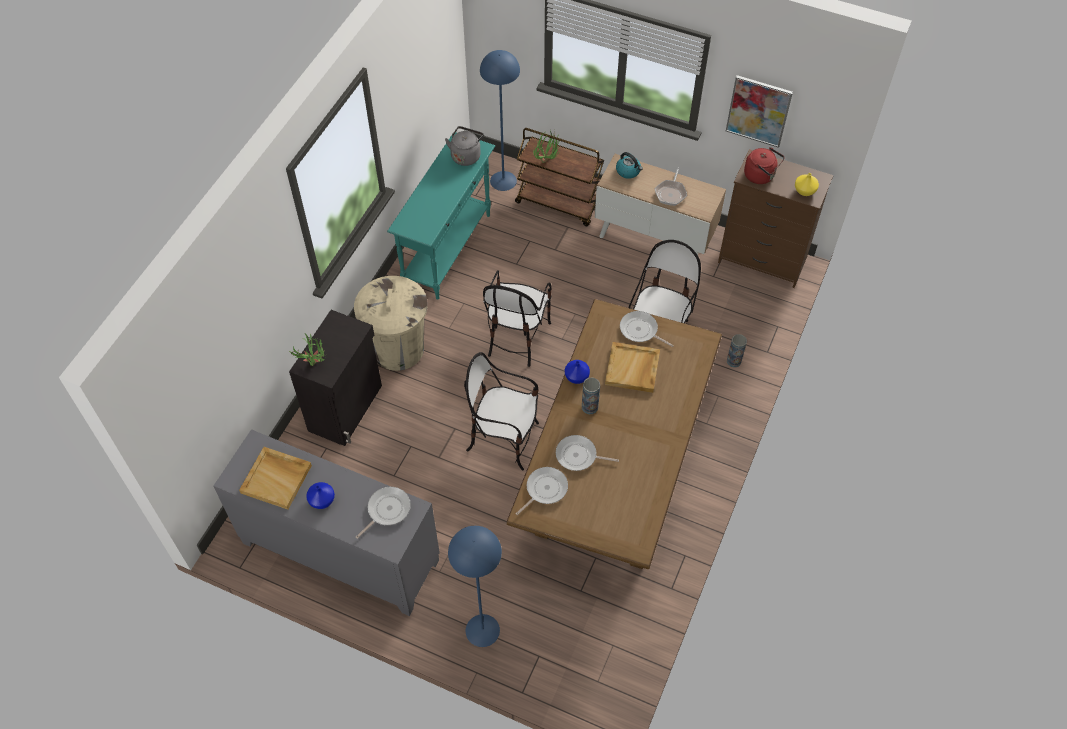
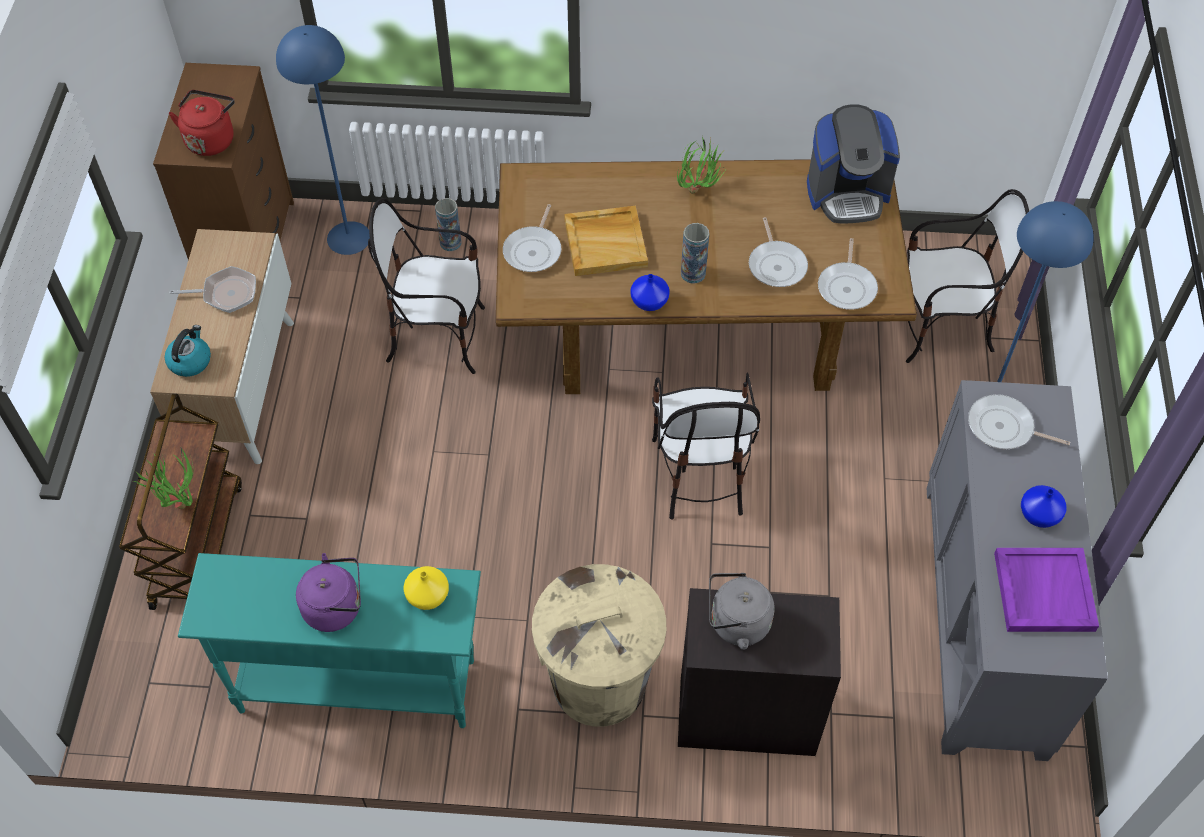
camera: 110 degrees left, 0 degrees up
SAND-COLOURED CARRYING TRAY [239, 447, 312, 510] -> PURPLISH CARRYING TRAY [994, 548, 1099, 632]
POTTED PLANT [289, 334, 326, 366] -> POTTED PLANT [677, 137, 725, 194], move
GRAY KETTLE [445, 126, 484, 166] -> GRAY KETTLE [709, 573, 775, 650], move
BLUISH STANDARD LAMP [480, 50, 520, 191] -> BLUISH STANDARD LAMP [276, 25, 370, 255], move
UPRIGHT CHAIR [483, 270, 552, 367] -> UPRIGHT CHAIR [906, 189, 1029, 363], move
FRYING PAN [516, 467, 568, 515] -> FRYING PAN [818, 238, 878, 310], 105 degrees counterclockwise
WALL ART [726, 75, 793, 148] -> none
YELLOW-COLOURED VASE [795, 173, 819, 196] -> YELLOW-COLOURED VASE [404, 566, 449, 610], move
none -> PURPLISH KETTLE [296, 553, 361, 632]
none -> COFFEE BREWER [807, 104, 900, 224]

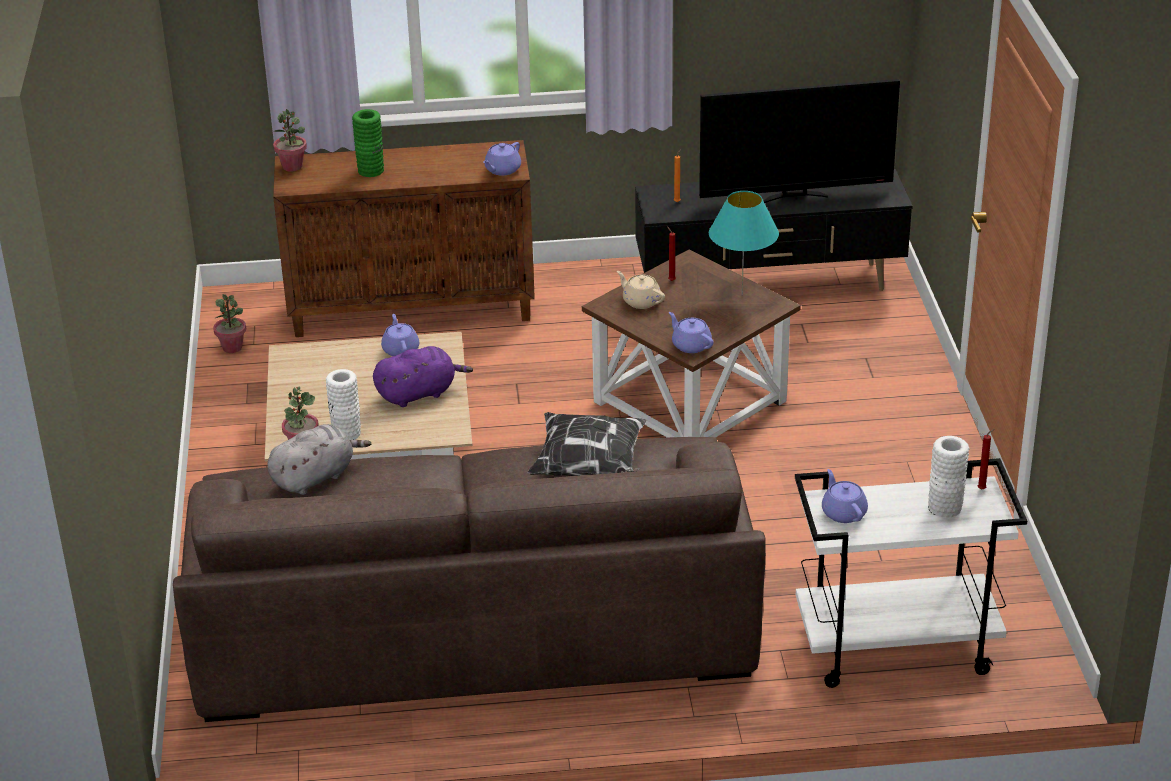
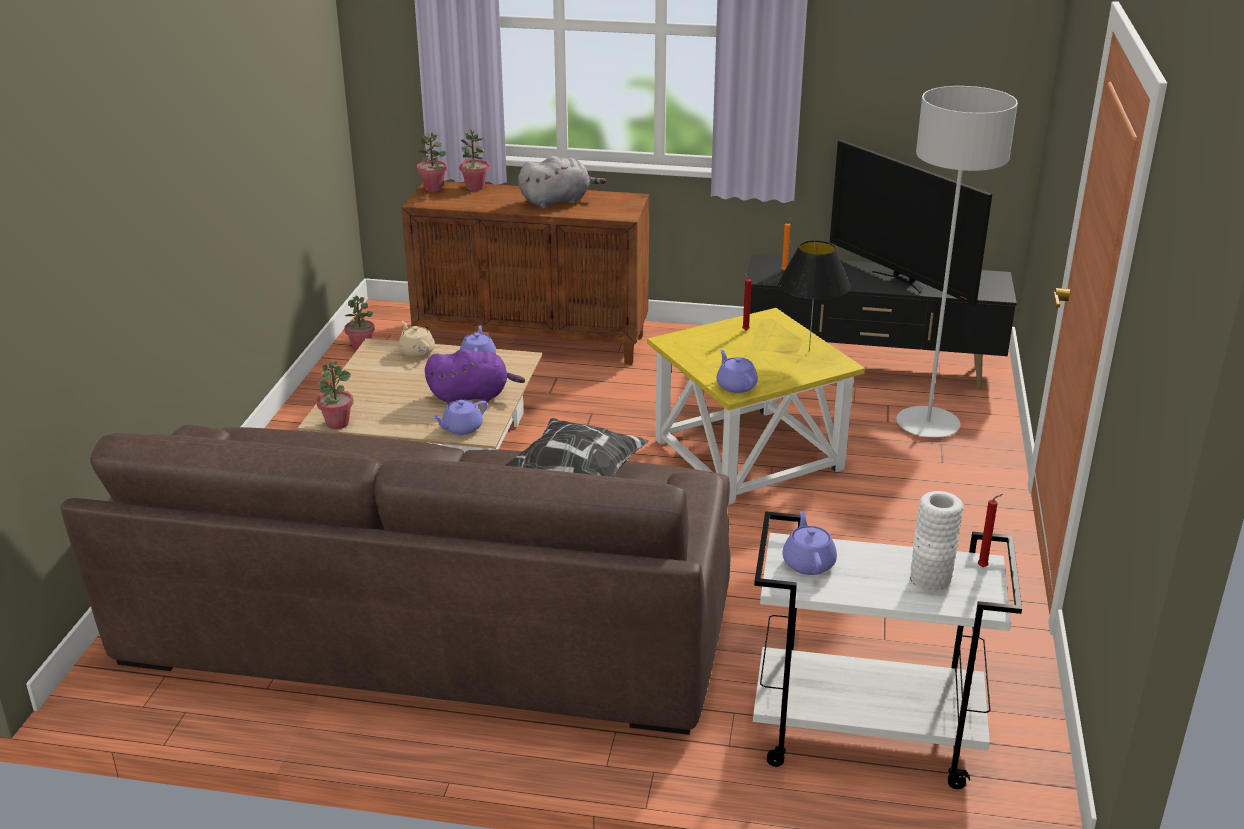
camera: 15 degrees right, 5 degrees down
GRAY PLUSH TOY [268, 424, 371, 495] -> GRAY PLUSH TOY [518, 156, 606, 209], move
WHITE VASE [326, 369, 361, 440] -> none
GREEN VASE [352, 109, 384, 177] -> none
PURPLISH TEA POT [483, 142, 521, 176] -> PURPLISH TEA POT [432, 400, 487, 435], move
BROWN SIDE TABLE [582, 250, 801, 438] -> YELLOW-COLOURED SIDE TABLE [647, 308, 865, 505]
SAND-COLOURED TEA POT [617, 271, 665, 309] -> SAND-COLOURED TEA POT [398, 321, 435, 358], move
TV [699, 79, 900, 203] -> TV [830, 140, 992, 305], 45 degrees clockwise
BLUE-GREEN TABLETOP LAMP [709, 191, 779, 296] -> BLACK-COLOURED TABLETOP LAMP [778, 240, 851, 352]
none -> POTTED PLANT [459, 129, 490, 191]
none -> GRAY STANDARD LAMP [896, 86, 1018, 438]

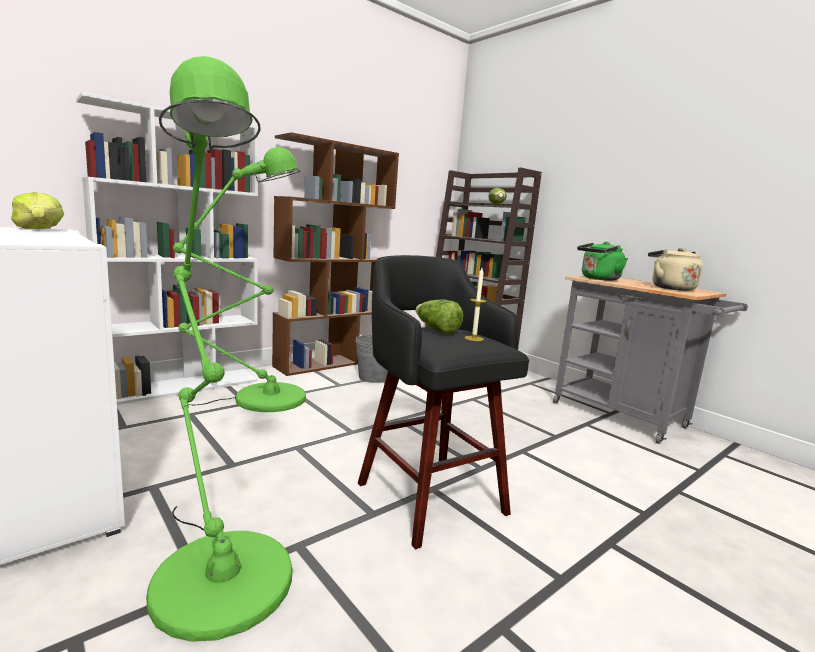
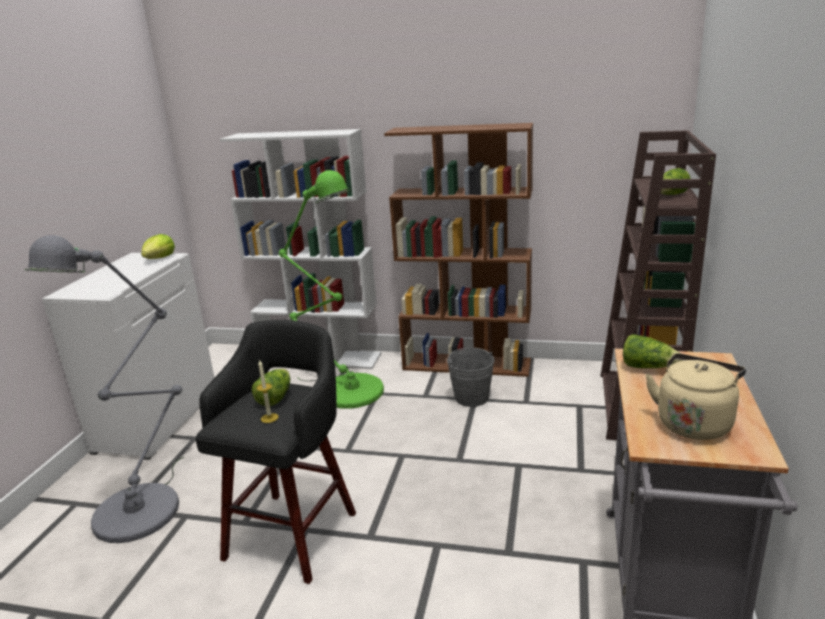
camera: 55 degrees right, 10 degrees up
GREEN STANDARD LAMP [146, 56, 293, 642] -> GRAY STANDARD LAMP [25, 235, 184, 543]
GREEN KETTLE [577, 242, 628, 281] -> LETTUCE [623, 334, 684, 368]

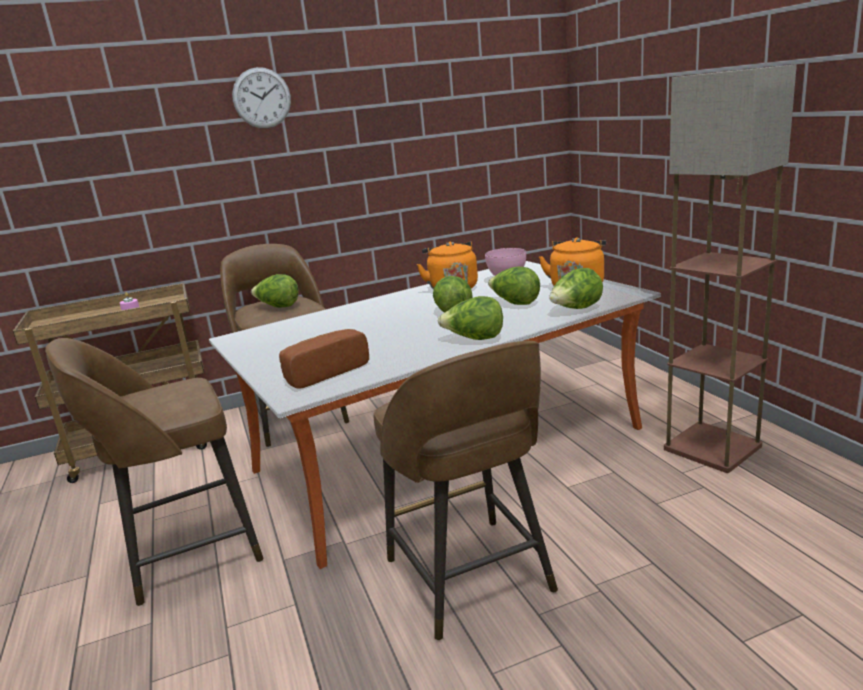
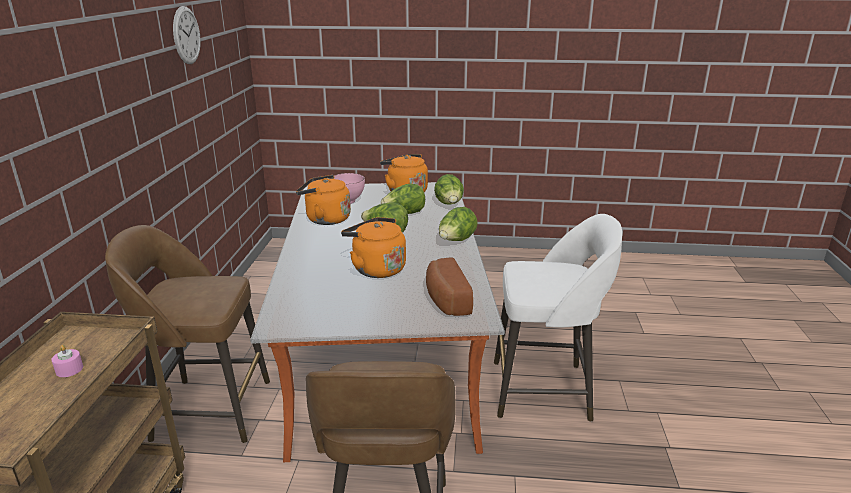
camera: 65 degrees left, 5 degrees up
WALL CLOCK [232, 67, 291, 128] -> WALL CLOCK [173, 6, 201, 64], move
LETTUCE [251, 274, 299, 308] -> none
BROWN SITTING STOOL [374, 341, 558, 640] -> WHITE SITTING STOOL [494, 214, 622, 422]
STANDARD LAMP [664, 64, 797, 473] -> none
none -> ORANGEY KETTLE [341, 217, 406, 278]

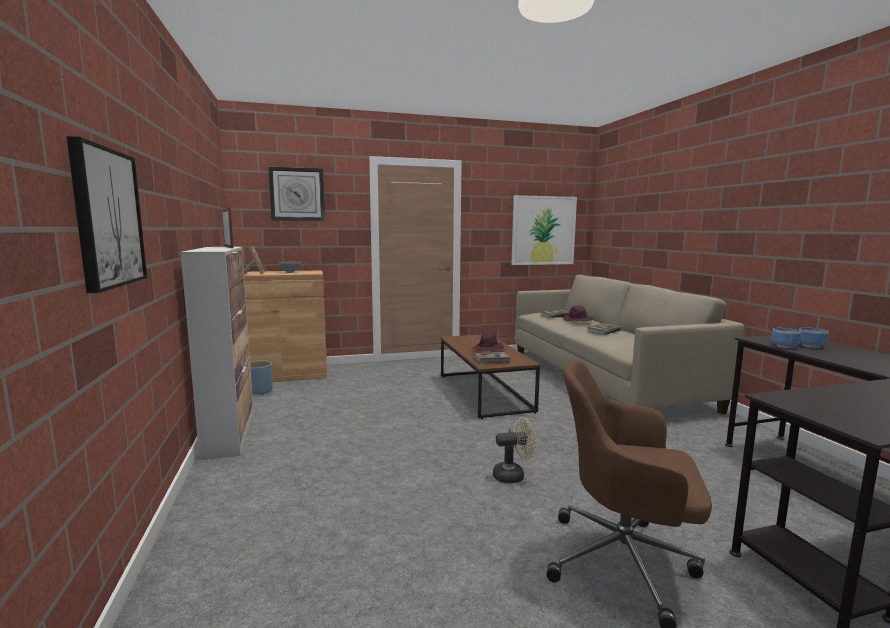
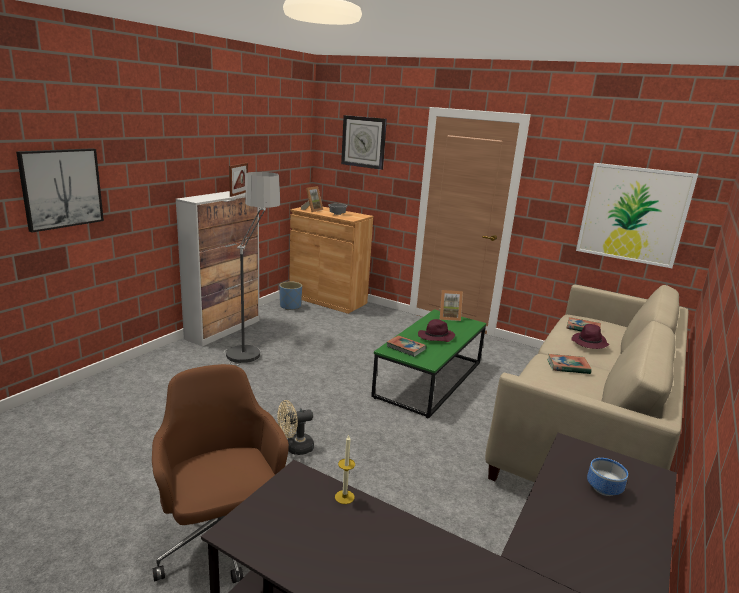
camera: 45 degrees right, 10 degrees up
BROWN COFFEE TABLE [440, 335, 540, 419] -> GREEN COFFEE TABLE [371, 309, 486, 418]
SAND-COLOURED ELECTRIC FAN [493, 417, 536, 483] -> SAND-COLOURED ELECTRIC FAN [277, 400, 314, 455], 120 degrees clockwise
BOWL [771, 328, 802, 348] -> none
none -> STANDARD LAMP [224, 172, 280, 366]
none -> WAX CANDLE [335, 435, 355, 504]
none -> STANDING FRAME [439, 290, 463, 321]

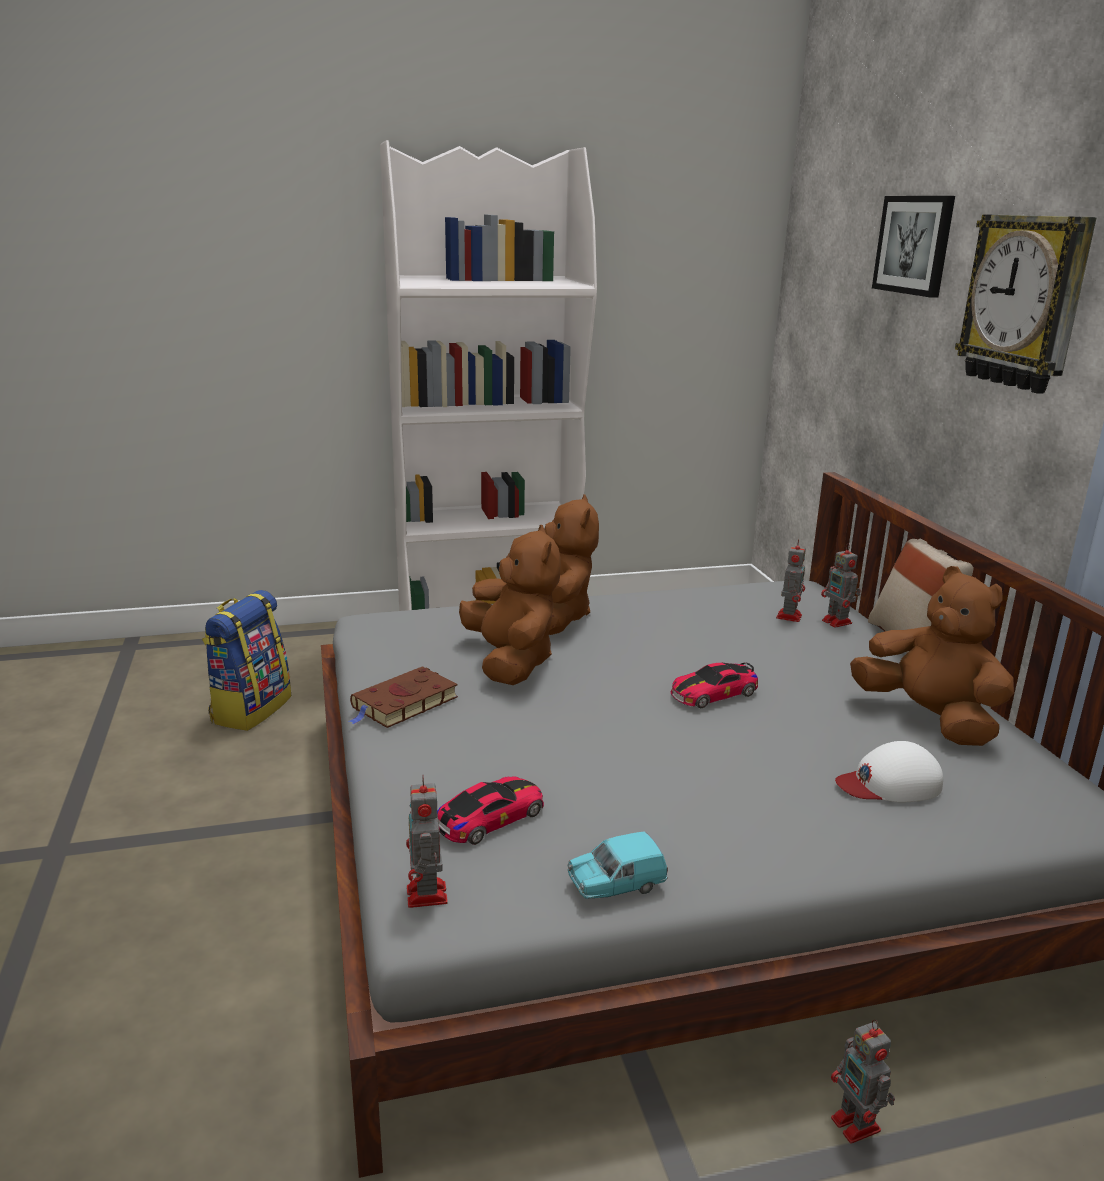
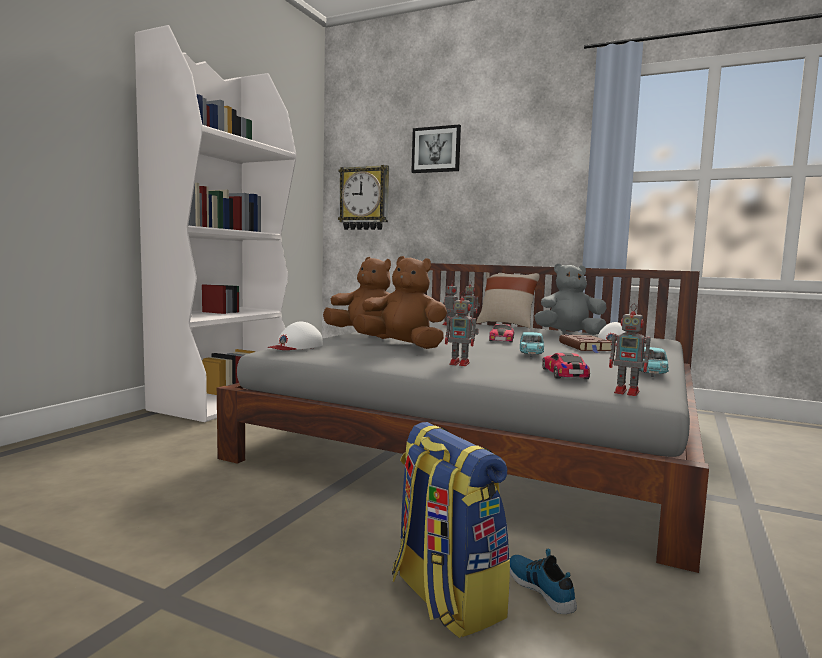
camera: 50 degrees left, 15 degrees down
KNAPSACK [202, 590, 291, 731] -> KNAPSACK [392, 422, 510, 638], move
BROWN VOLUME [349, 666, 458, 728] -> BROWN VOLUME [559, 335, 612, 353], move
MODEL ROBOT [831, 1020, 895, 1143] -> MODEL ROBOT [445, 291, 479, 366], move
BROWN PLUSH TOY [850, 566, 1014, 746] -> GRAY PLUSH TOY [534, 263, 607, 335]
WALL CLOCK [955, 214, 1096, 394] -> WALL CLOCK [338, 165, 389, 230], move
none -> WHITE PEAKED CAP [268, 322, 323, 350]
none -> ITEM OF FOOTWEAR [510, 549, 577, 614]
none -> BLUE-GREEN TOY CAR [520, 332, 544, 357]

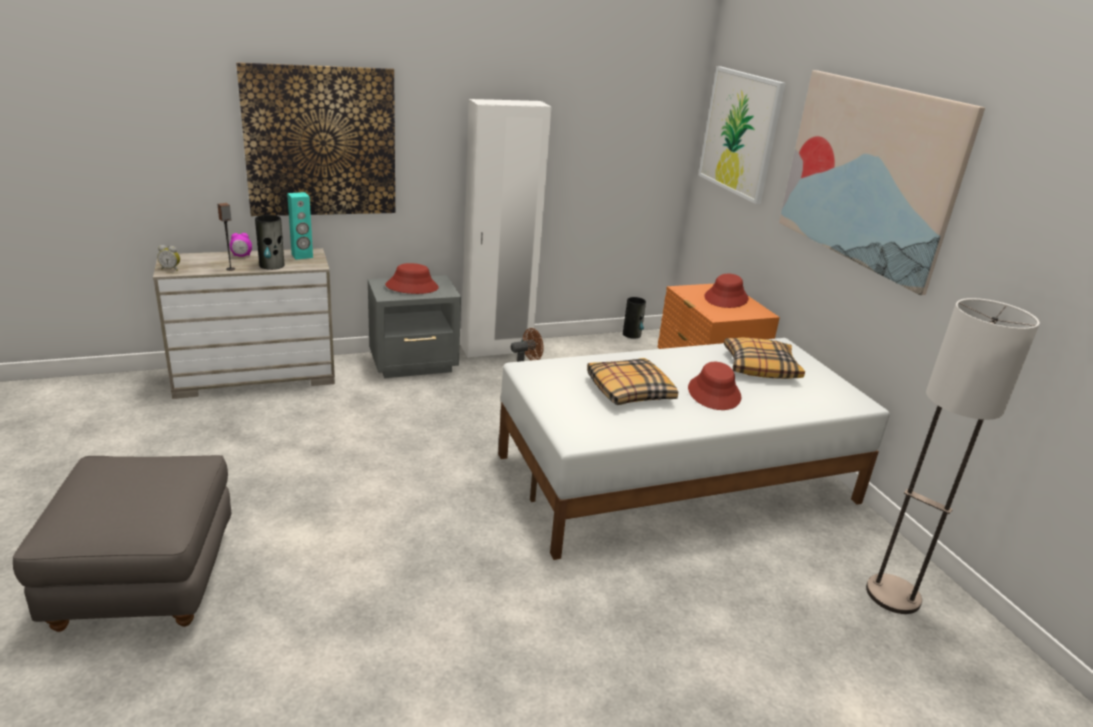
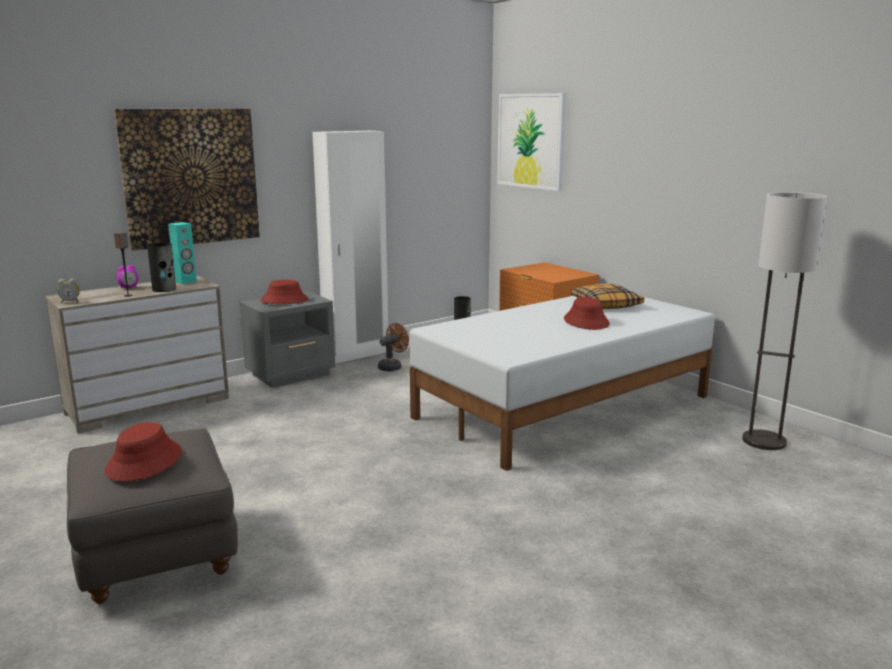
camera: 15 degrees left, 10 degrees down
CUSHION [587, 358, 678, 405] -> none
RED-COLOURED WEARABLE HAT [704, 274, 749, 308] -> RED-COLOURED WEARABLE HAT [105, 422, 182, 481], move
WALL ART [779, 70, 985, 295] -> none

